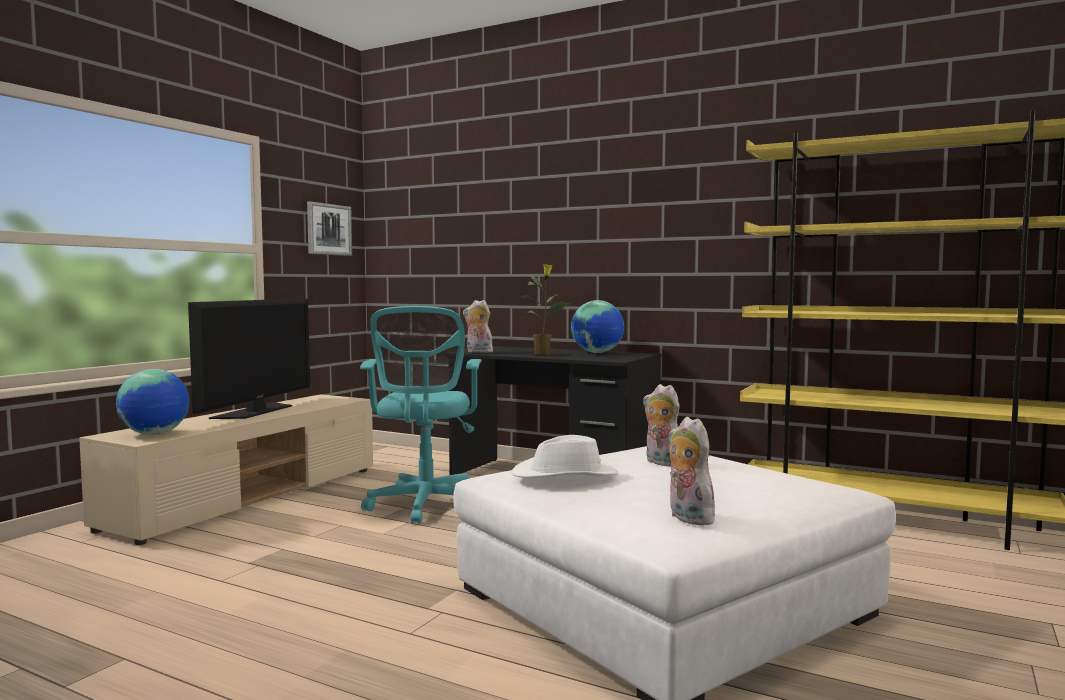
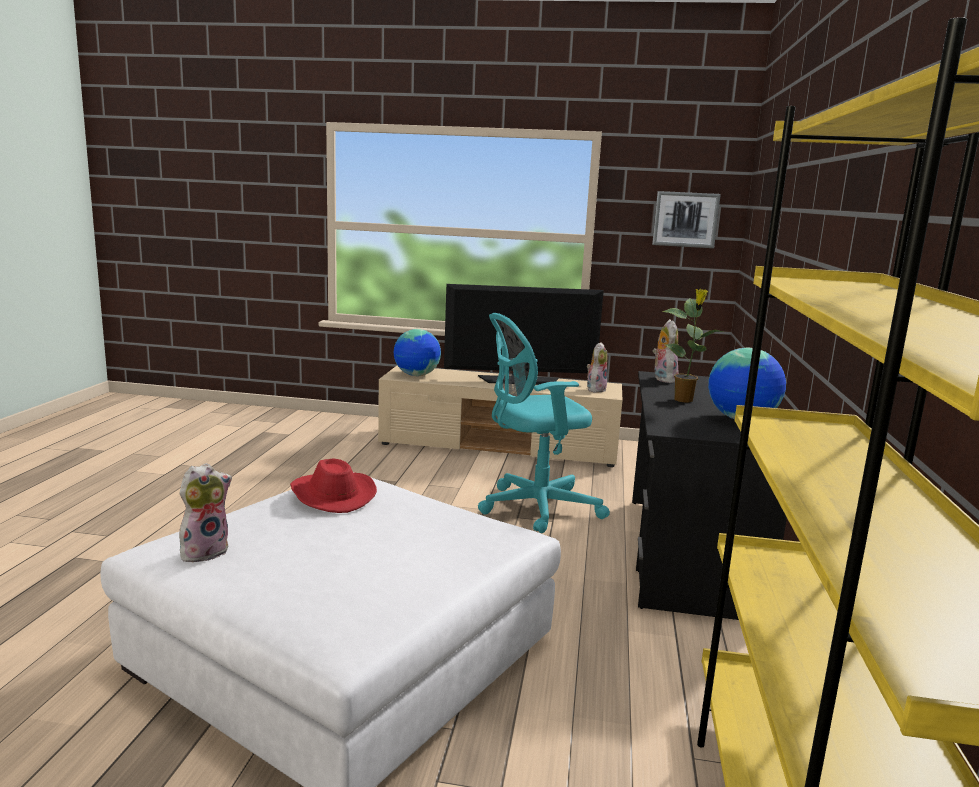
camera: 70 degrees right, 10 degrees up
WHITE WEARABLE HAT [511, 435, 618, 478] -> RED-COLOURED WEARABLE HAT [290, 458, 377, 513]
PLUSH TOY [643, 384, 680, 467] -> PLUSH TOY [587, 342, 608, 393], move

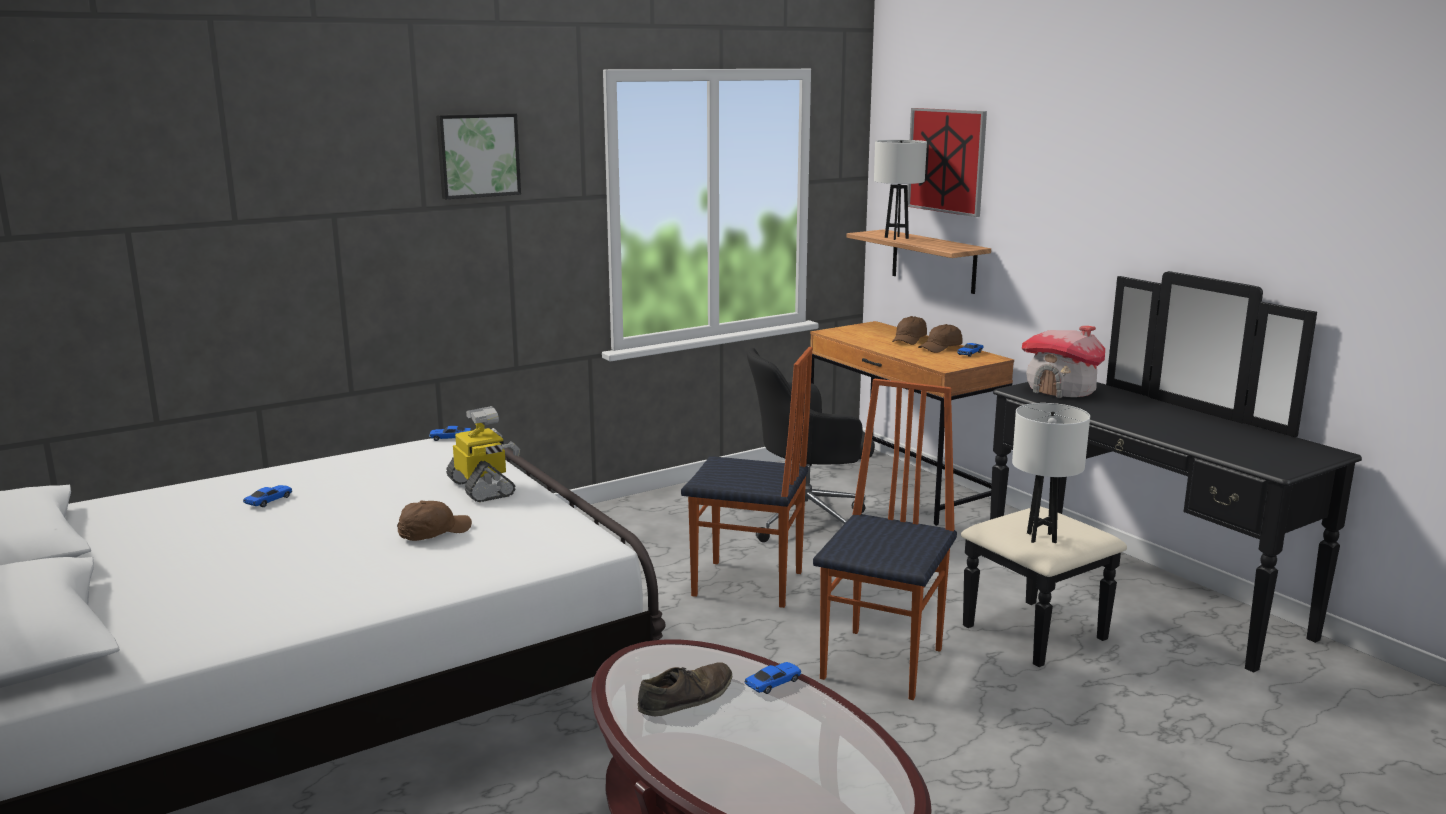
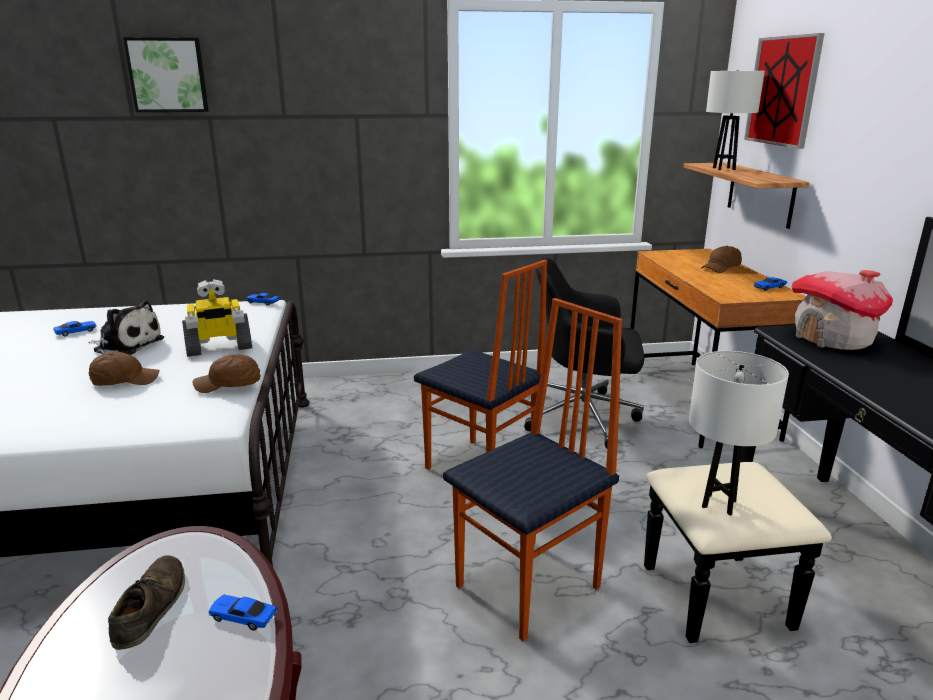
camera: 25 degrees right, 5 degrees up
WALL ART [436, 113, 521, 199] -> WALL ART [123, 37, 209, 112], move
MODEL ROBOT [446, 406, 520, 502] -> MODEL ROBOT [182, 279, 252, 357], 75 degrees clockwise
BROWN ITEM OF FOOTWEAR [638, 662, 732, 716] -> BROWN ITEM OF FOOTWEAR [108, 555, 185, 650], 75 degrees counterclockwise
TOY CAR [745, 662, 802, 694] -> TOY CAR [208, 595, 277, 630], 150 degrees counterclockwise
BROWN PEAKED CAP [918, 324, 963, 353] -> BROWN PEAKED CAP [193, 354, 261, 393], move
none -> PLUSH TOY [88, 301, 164, 355]

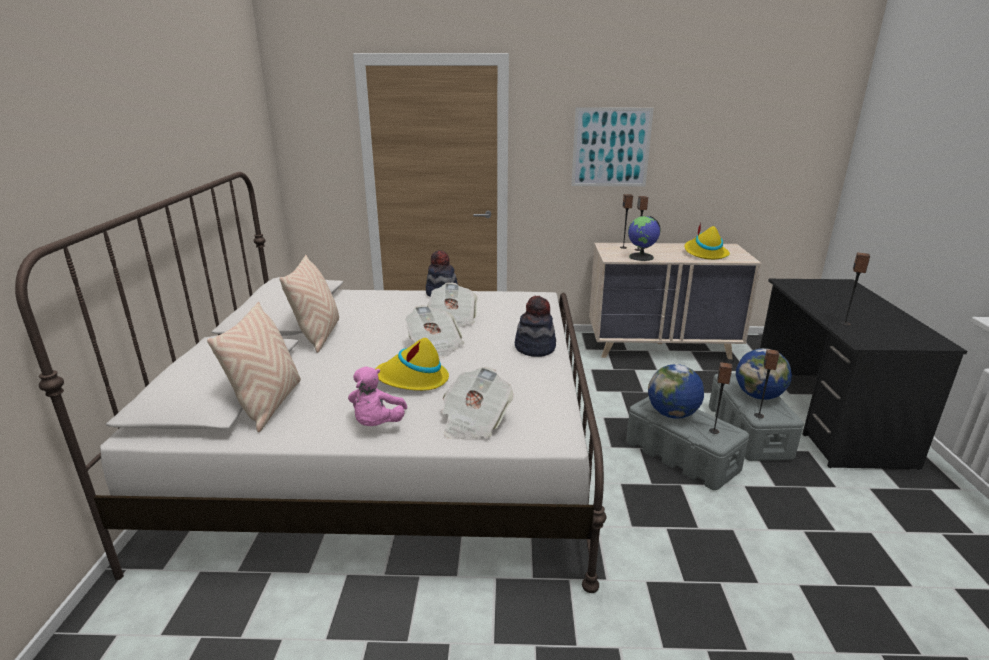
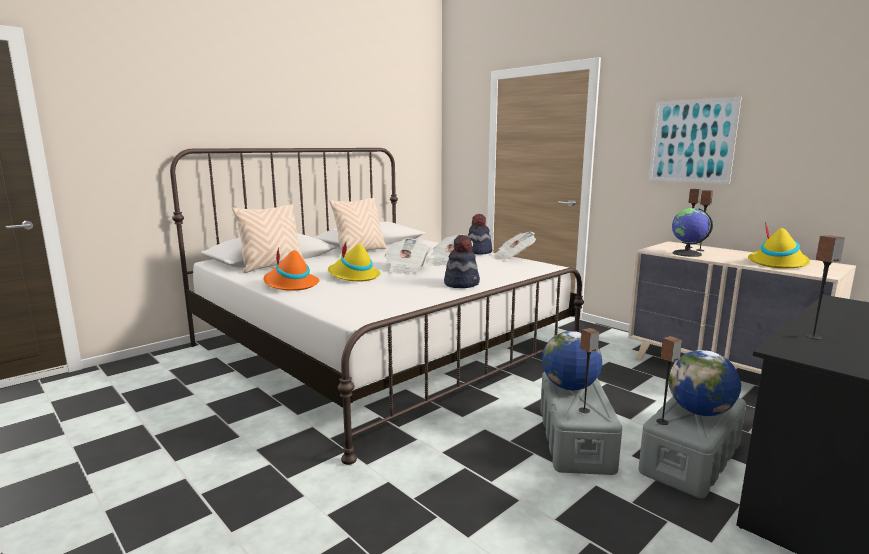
camera: 45 degrees right, 10 degrees down
PINKISH PLUSH TOY [348, 366, 407, 426] -> ORANGEY WEARABLE HAT [263, 247, 319, 291]
PRINTED PAPER [442, 367, 513, 440] -> PRINTED PAPER [491, 232, 536, 259], move

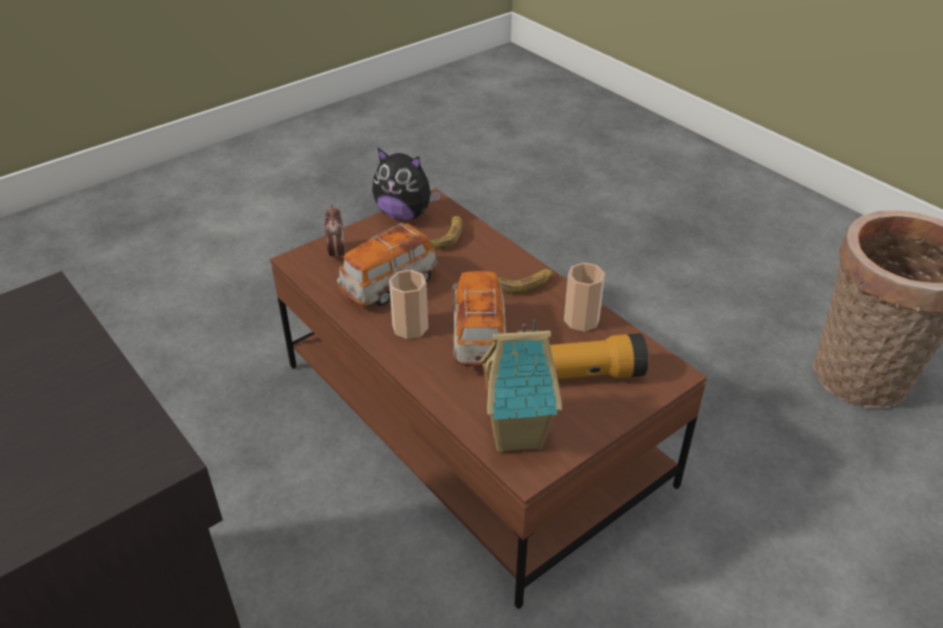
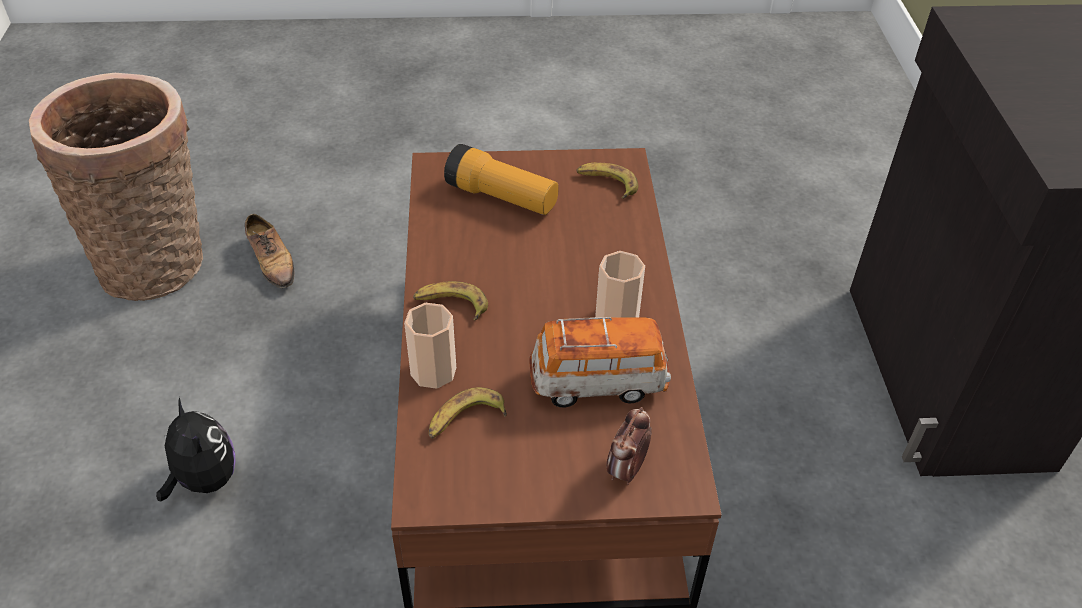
camera: 145 degrees left, 5 degrees up
PLUSH TOY [372, 147, 441, 221] -> PLUSH TOY [156, 397, 235, 501], move
TOY CAR [452, 271, 506, 369] -> none
MINIATURE HOUSE [480, 319, 562, 453] -> BANANA [576, 163, 638, 199]
CUP [564, 263, 605, 331] -> CUP [404, 303, 456, 389], move
none -> ITEM OF FOOTWEAR [245, 214, 295, 288]

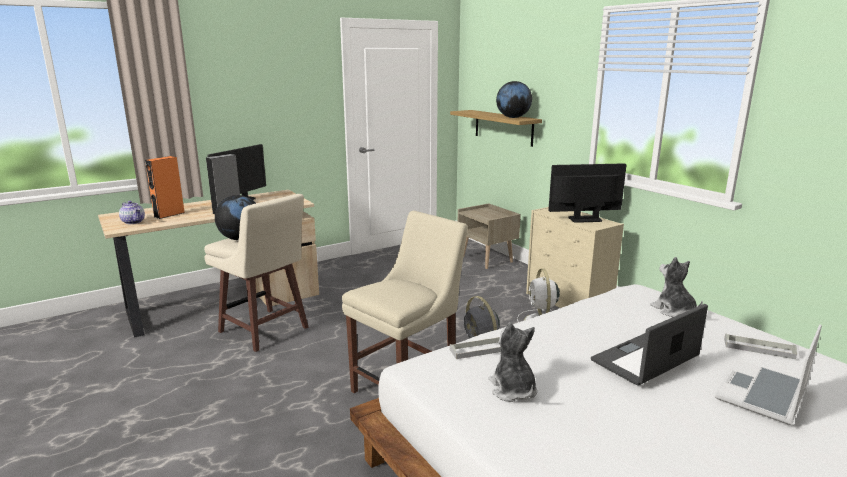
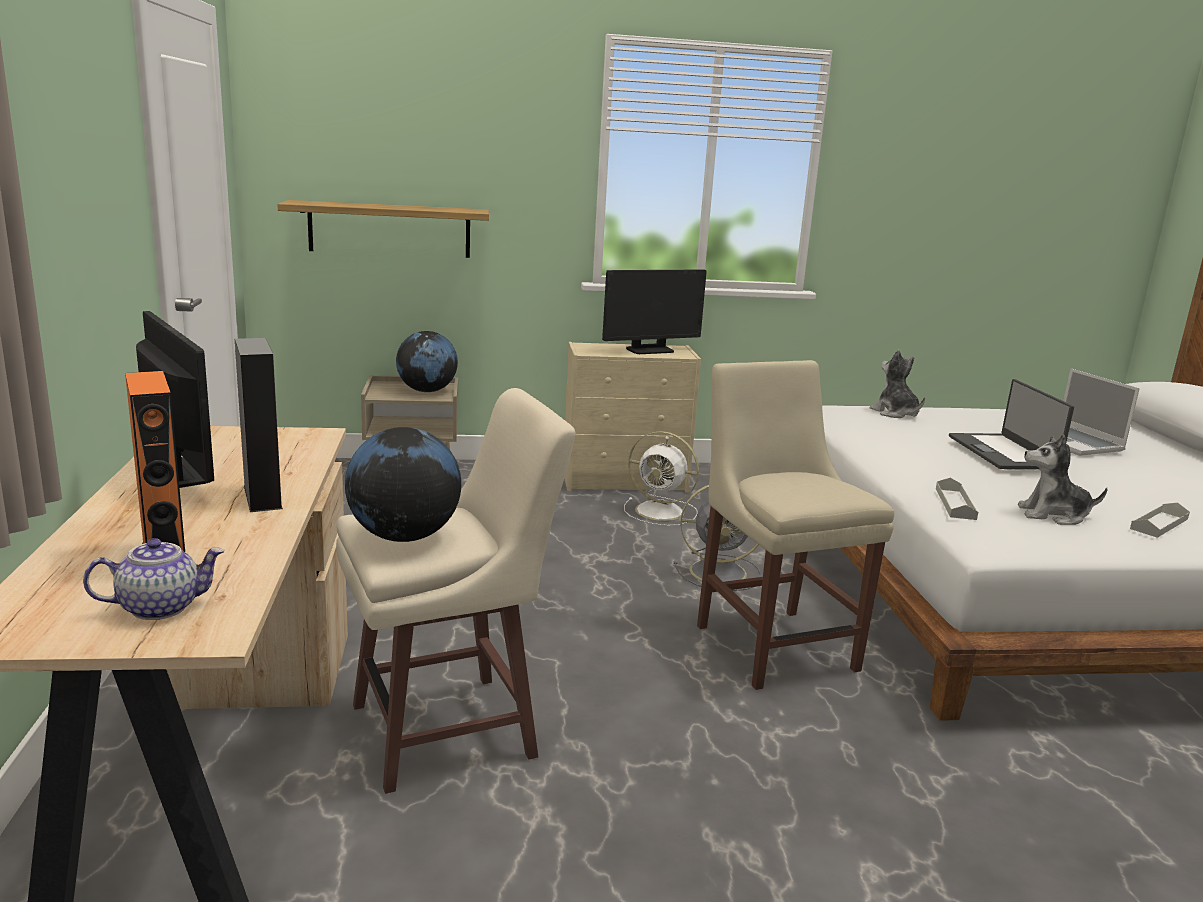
camera: 65 degrees left, 0 degrees up
WORLD GLOBE [496, 81, 532, 118] -> WORLD GLOBE [396, 331, 458, 392], move
MONITOR [548, 163, 626, 223] -> MONITOR [602, 269, 707, 354], 135 degrees counterclockwise
PLUSH TOY [650, 257, 703, 317] -> PLUSH TOY [870, 350, 925, 418], 60 degrees clockwise
GRAY CARRYING TRAY [724, 333, 797, 359] -> GRAY CARRYING TRAY [1130, 503, 1190, 538], move

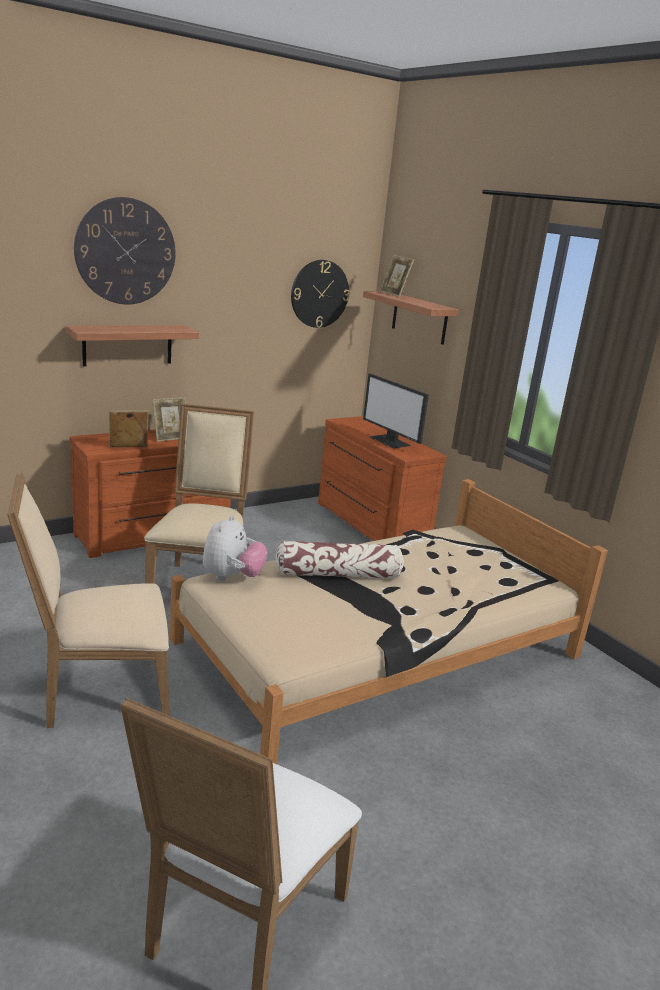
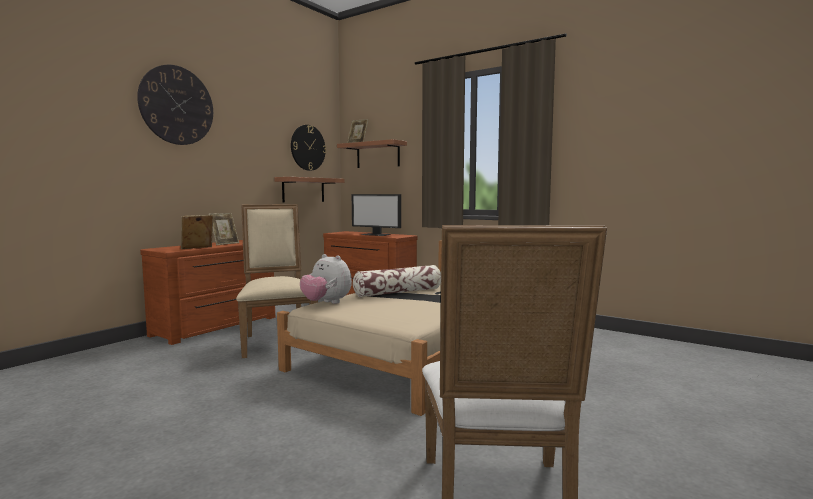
camera: 20 degrees left, 15 degrees down
SAND-COLOURED UPRIGHT CHAIR [7, 473, 170, 728] -> none
WALL SHELF [66, 325, 199, 366] -> WALL SHELF [274, 177, 345, 203], move
PLUSH TOY [203, 515, 267, 581] -> PLUSH TOY [300, 254, 352, 304], 135 degrees clockwise

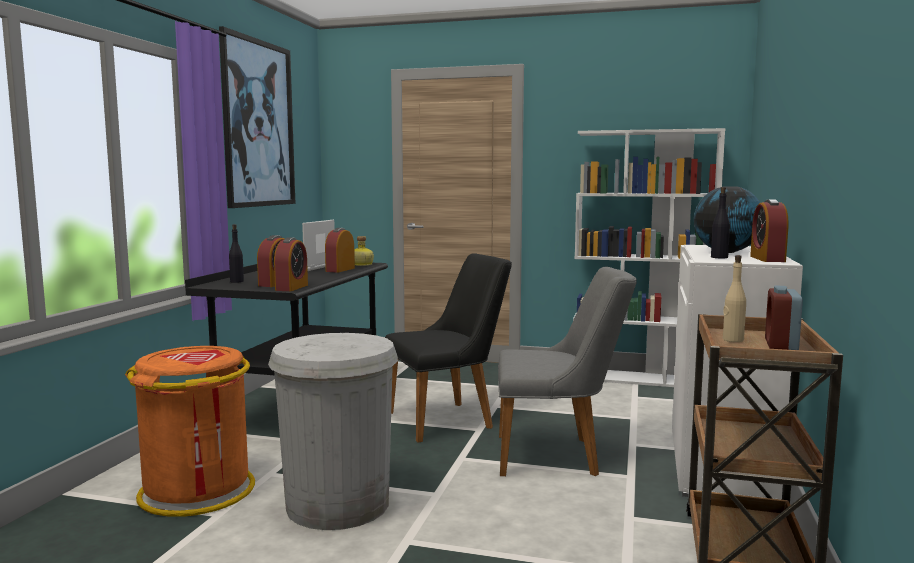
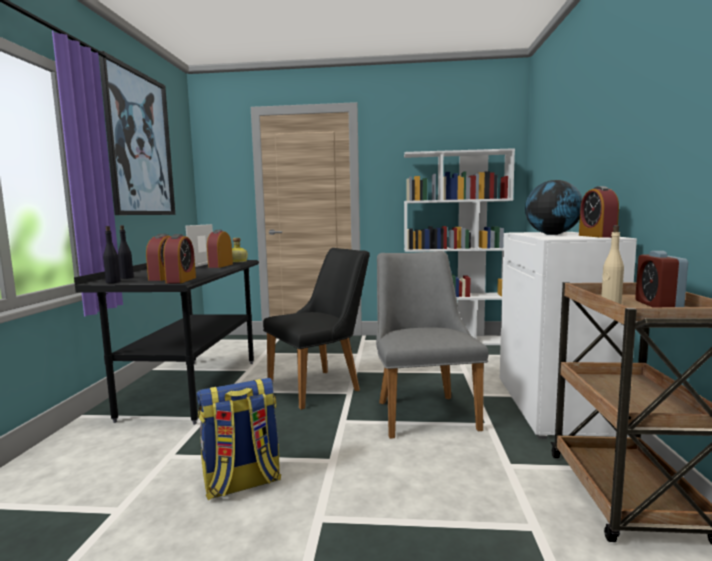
camera: 10 degrees left, 0 degrees up
ORANGEY WASTE BIN [125, 346, 255, 517] -> none
WHITE WASTE BIN [268, 333, 398, 530] -> KNAPSACK [197, 378, 281, 500]
GRAY UPRIGHT CHAIR [498, 267, 637, 476] -> GRAY UPRIGHT CHAIR [376, 251, 489, 439], 90 degrees counterclockwise
BLACK-COLOURED BEVERAGE BOTTLE [711, 187, 730, 258] -> BLACK-COLOURED BEVERAGE BOTTLE [103, 226, 121, 283], move

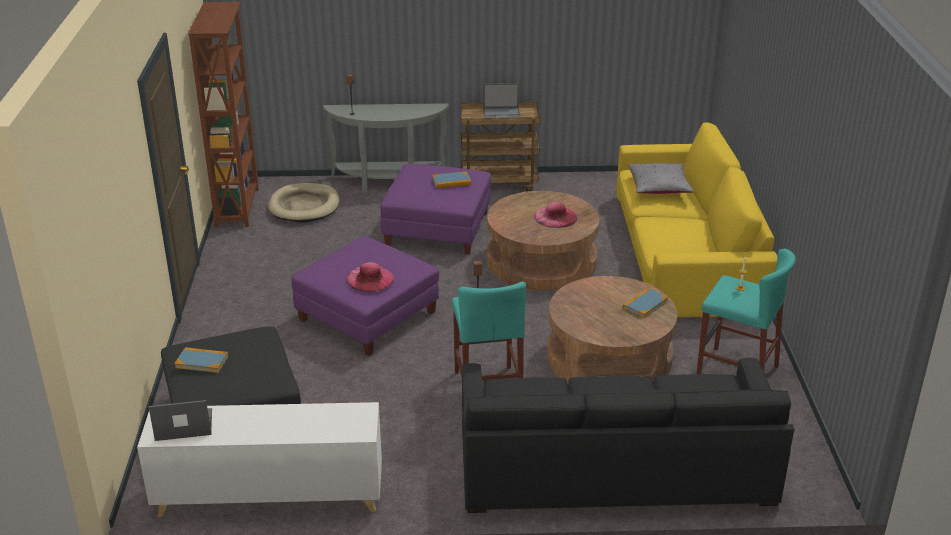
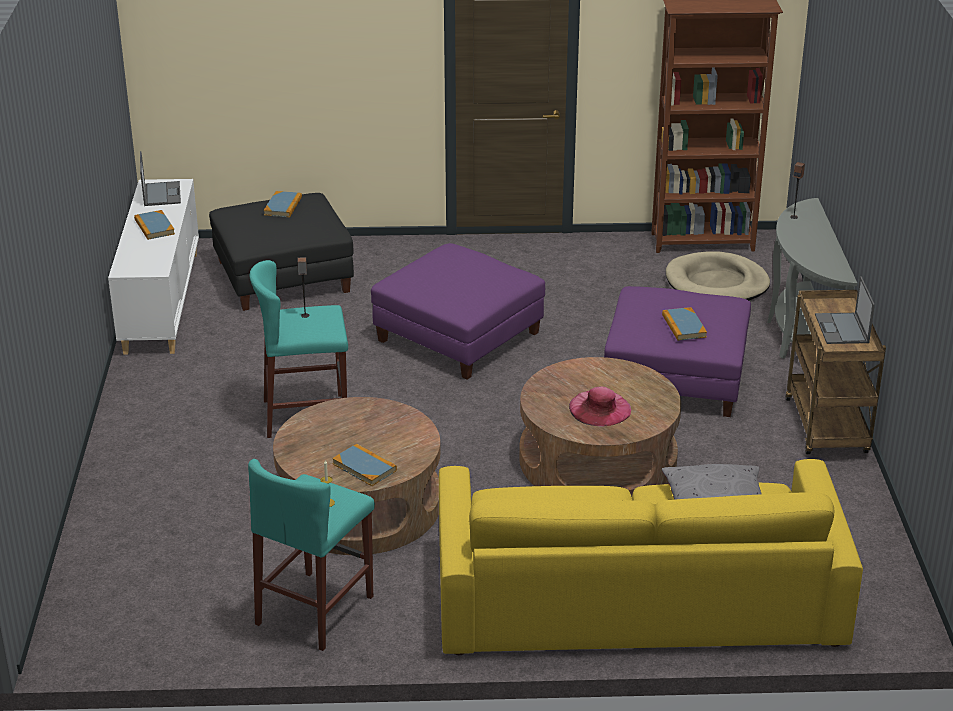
camera: 90 degrees right, 0 degrees up
PINKISH WEARABLE HAT [346, 262, 394, 292] -> none
BLACK-COLOURED SETTEE [462, 358, 794, 513] -> none
none -> VOLUME [134, 210, 175, 240]

